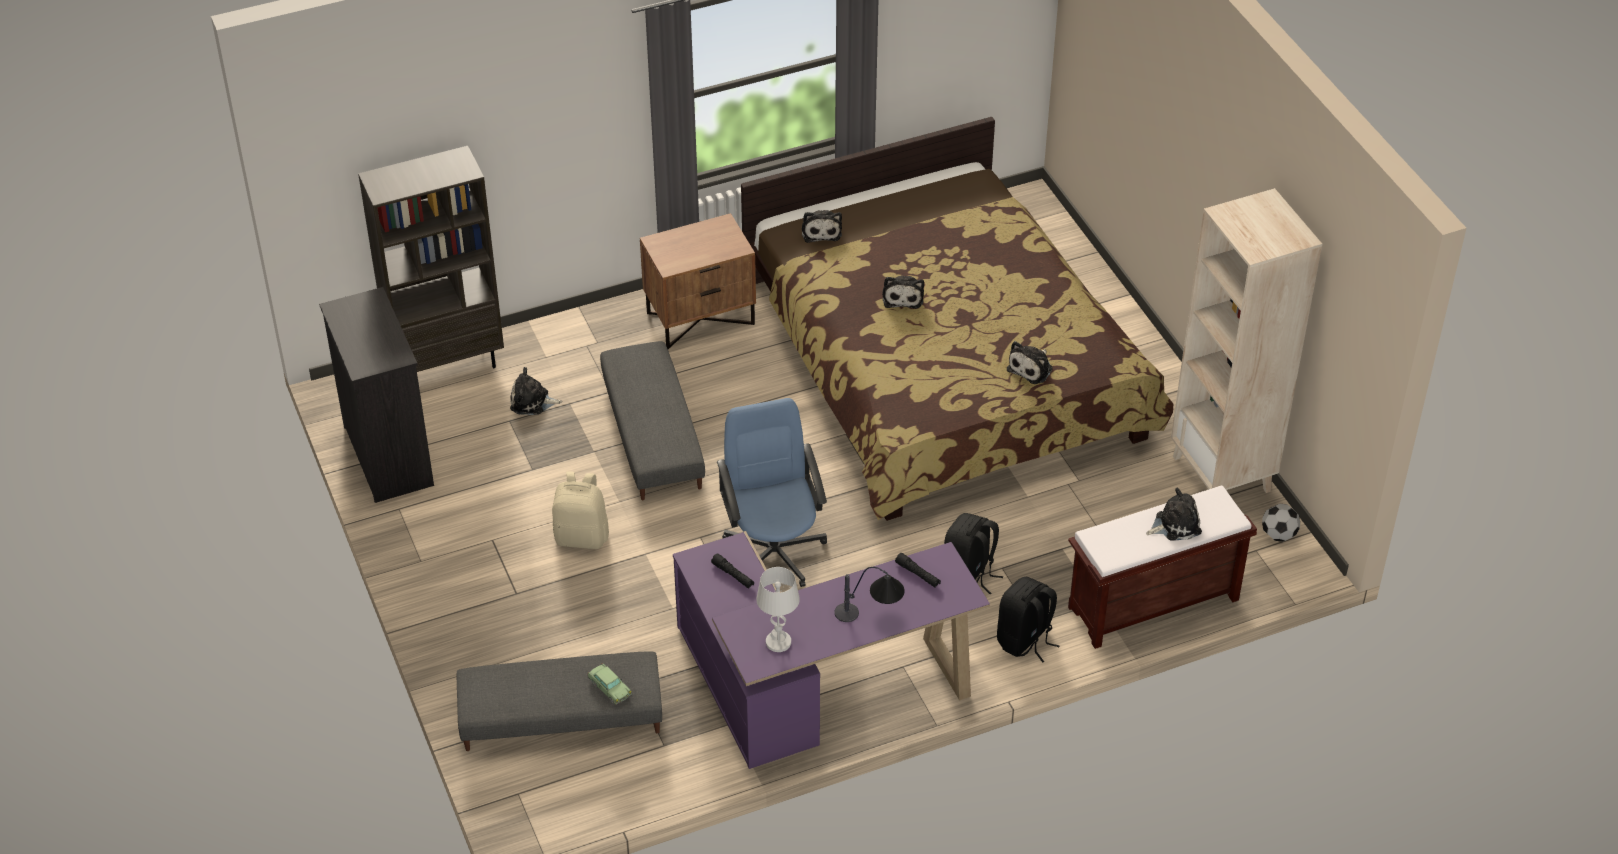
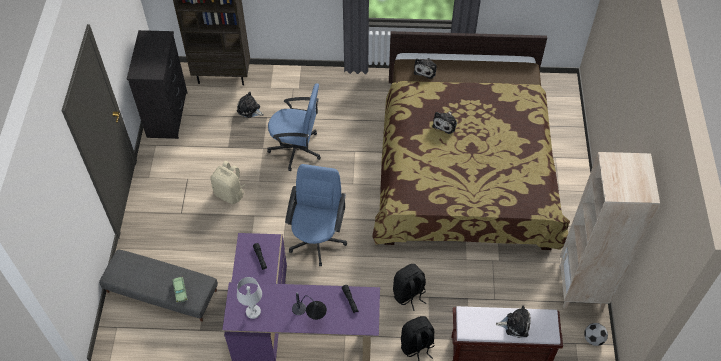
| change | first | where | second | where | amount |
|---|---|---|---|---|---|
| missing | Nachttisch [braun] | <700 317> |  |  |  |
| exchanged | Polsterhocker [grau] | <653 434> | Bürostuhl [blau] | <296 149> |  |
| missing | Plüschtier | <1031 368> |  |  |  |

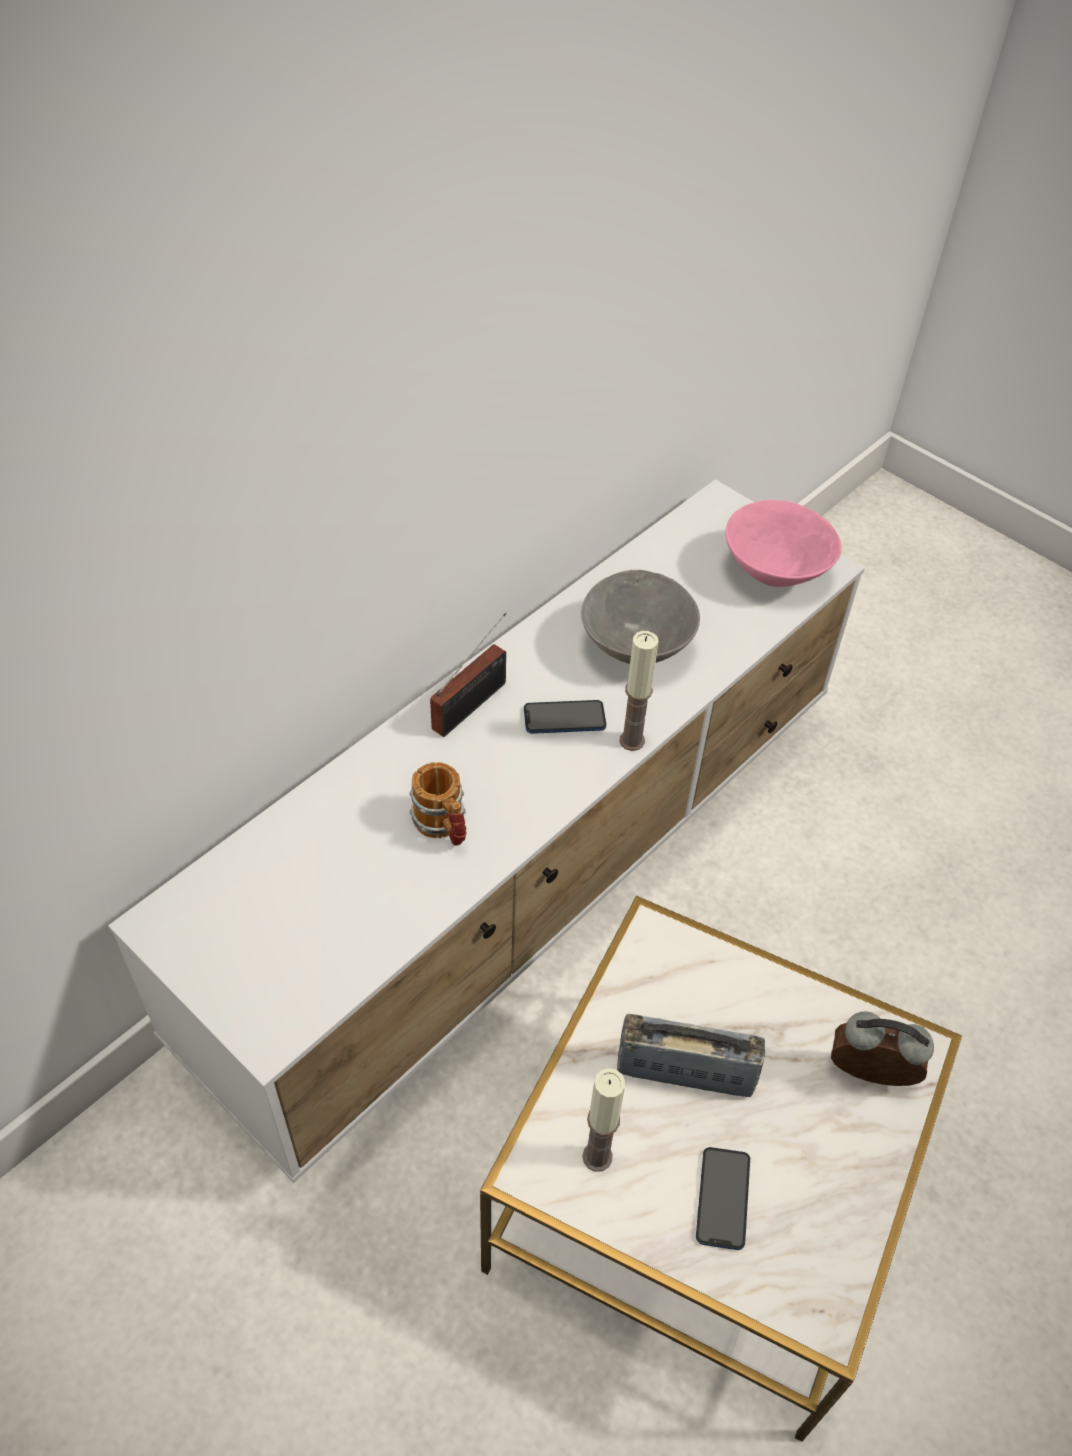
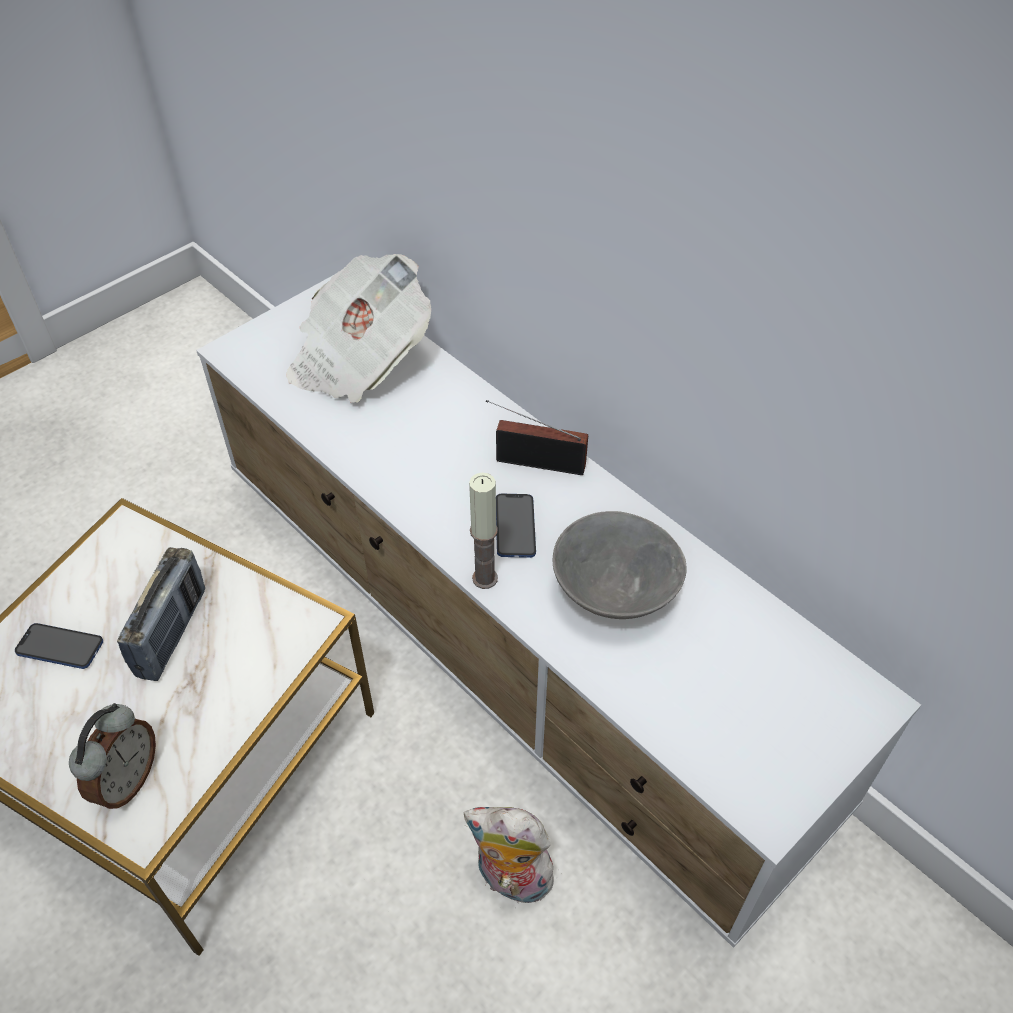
| change | first | where | second | where | amount |
|---|---|---|---|---|---|
| missing | Schüssel [rosa] | <775 573> |  |  |  |
| spun | Radio | <474 703> |  | <535 461> | 150 degrees clockwise |
| missing | Henkelbecher | <443 826> |  |  |  |
| missing | Kerze | <597 1157> |  |  |  |
| appeared |  |  | Zeitung | <359 358> |  |
| appeared |  |  | Plüschtier | <511 880> |  |

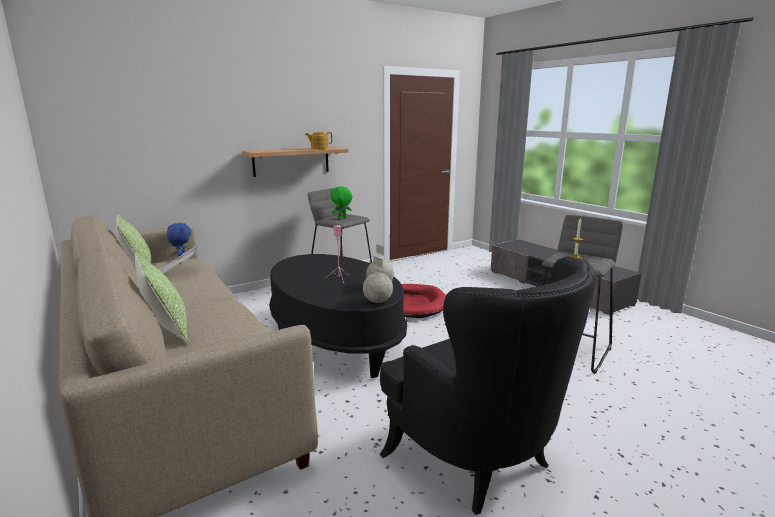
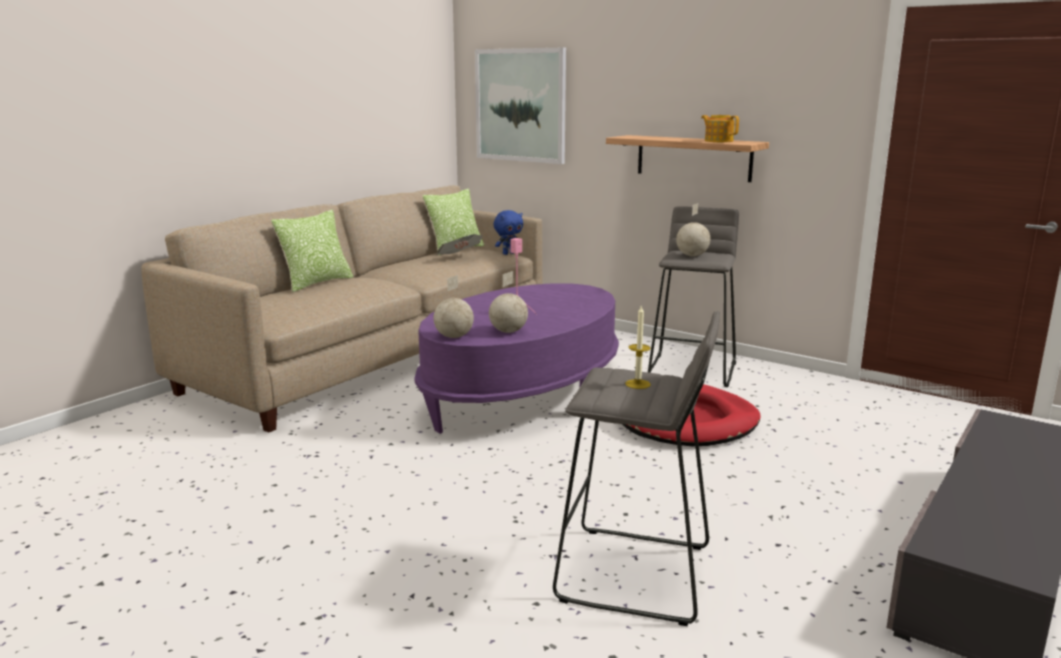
| change | first | where | second | where | amount |
|---|---|---|---|---|---|
| exchanged | Plüschtier [grün] | <342 218> | Globus | <691 256> |  |
| colour | Couchtisch [schwarz] | <335 339> | Couchtisch [lila] | <522 397> |  |
| missing | Sessel [schwarz] | <478 461> |  |  |  |
| appeared |  |  | Bild | <520 105> |  |

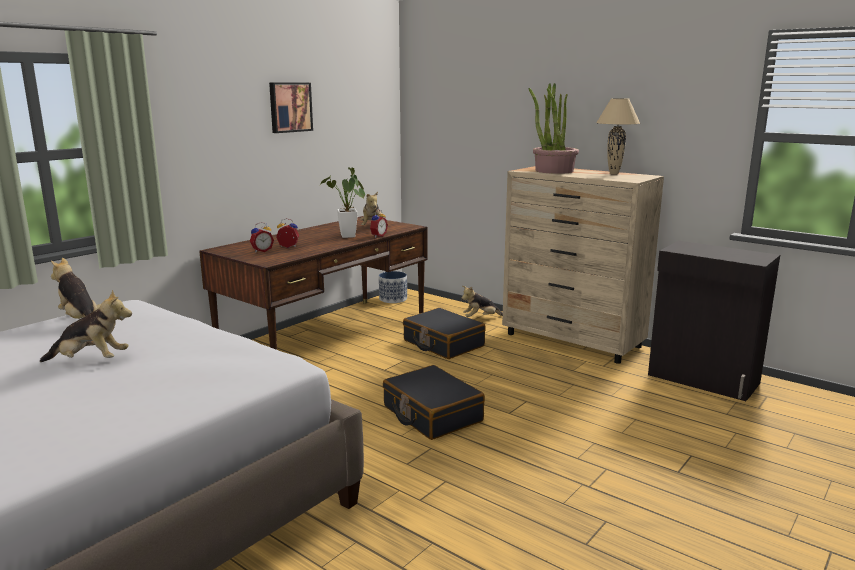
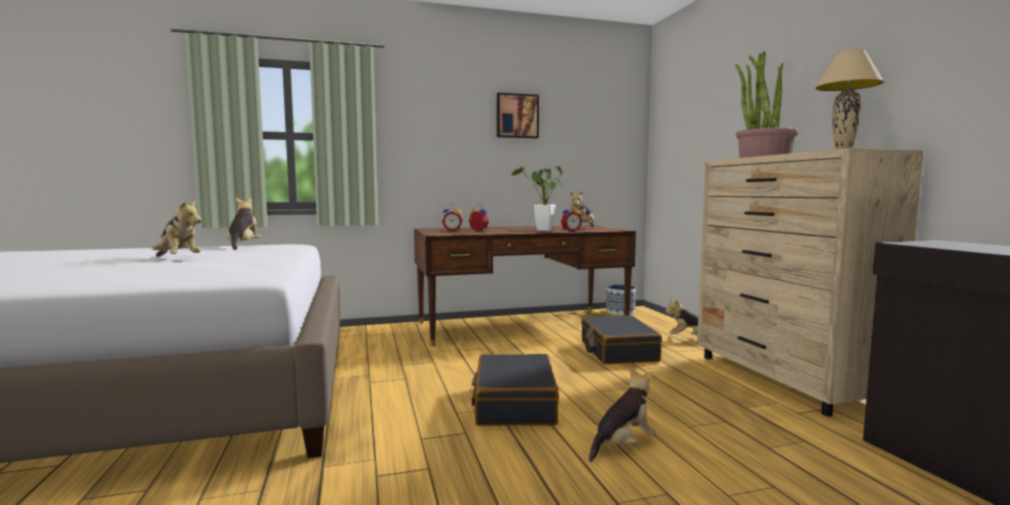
| change | first | where | second | where | amount |
|---|---|---|---|---|---|
| appeared |  |  | Plüschtier | <622 445> |  |

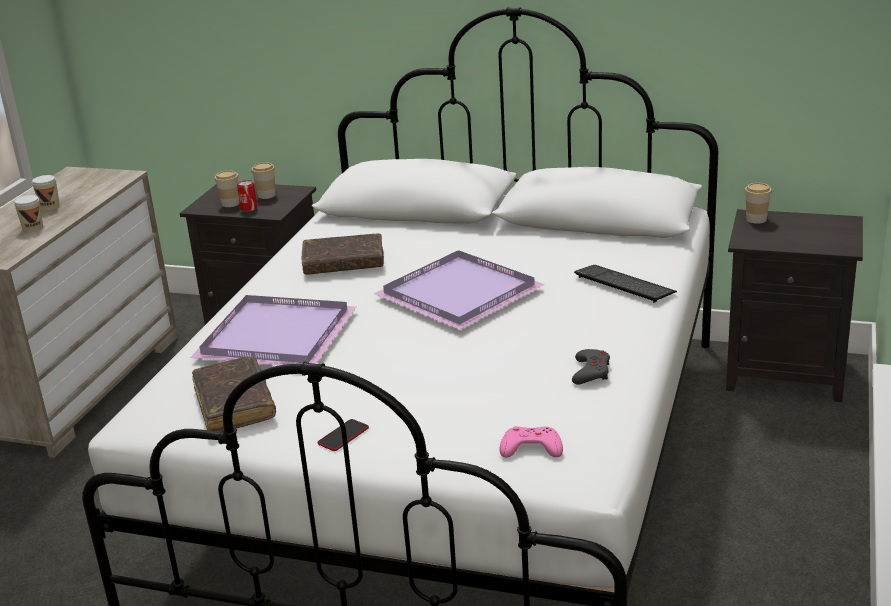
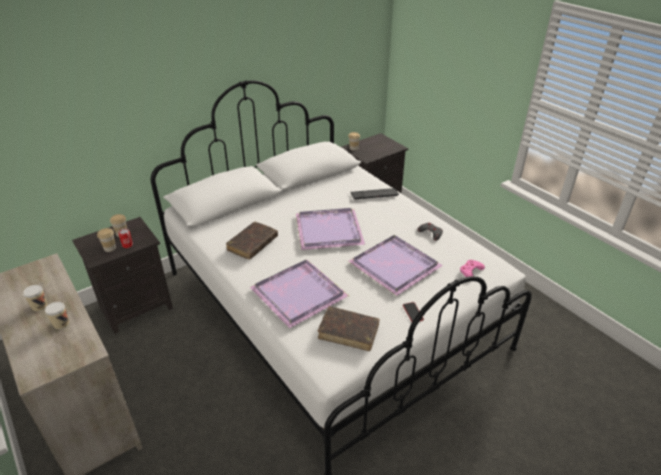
| change | first | where | second | where | amount |
|---|---|---|---|---|---|
| appeared |  |  | Tablett [lila] | <394 264> |  |

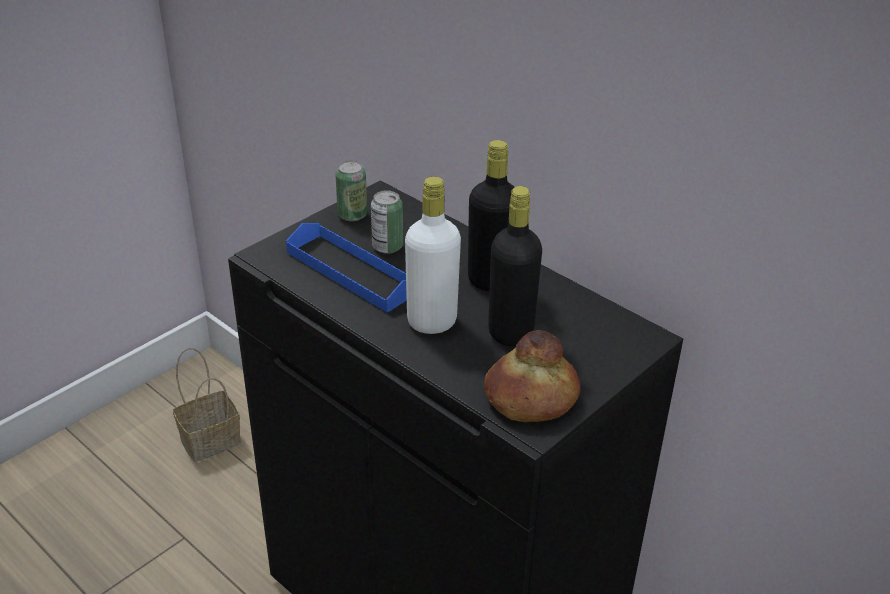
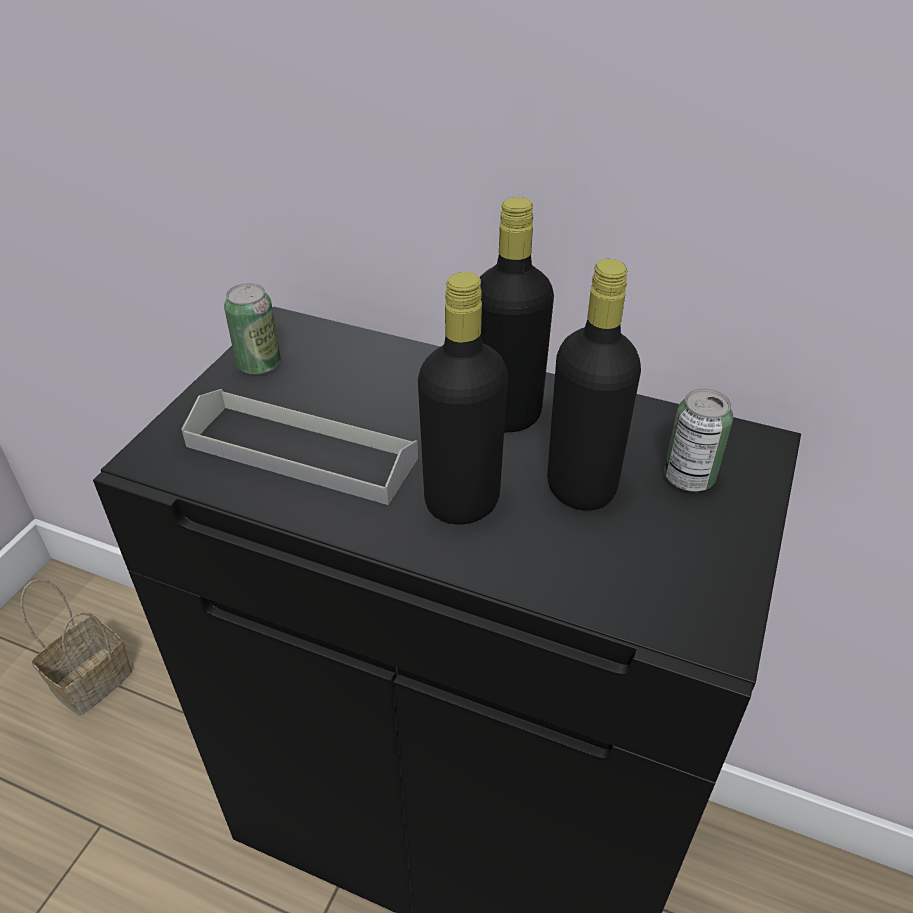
| change | first | where | second | where | amount |
|---|---|---|---|---|---|
| colour | Flasche [weiß] | <432 322> | Flasche [schwarz] | <462 502> |  |
| relocated | Dose | <387 247> |  | <689 478> |  |
| colour | Tablett [blau] | <351 272> | Tablett [grau] | <301 452> |  |
| missing | Brot | <531 398> |  |  |  |

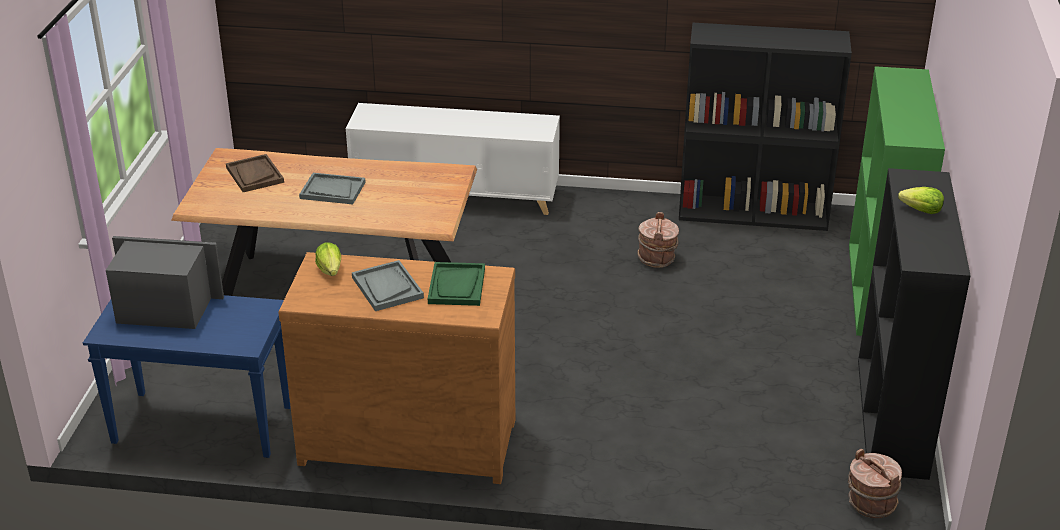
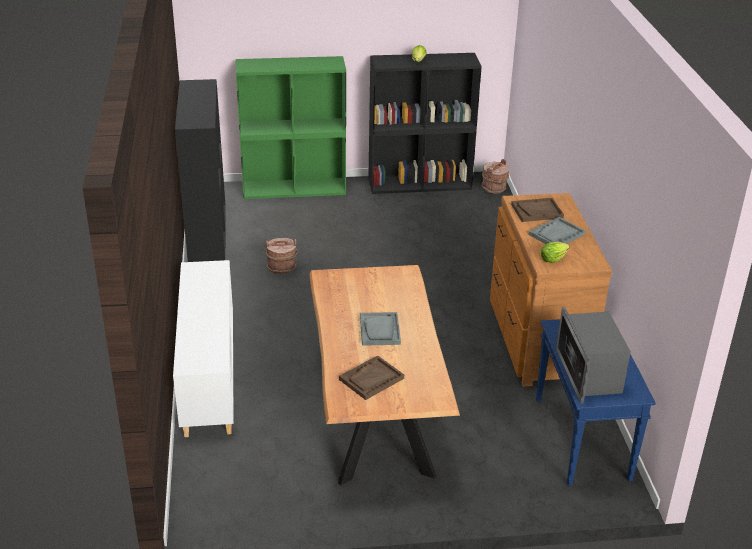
| change | first | where | second | where | amount |
|---|---|---|---|---|---|
| colour | Tablett [grün] | <457 286> | Tablett [braun] | <537 211> |  |

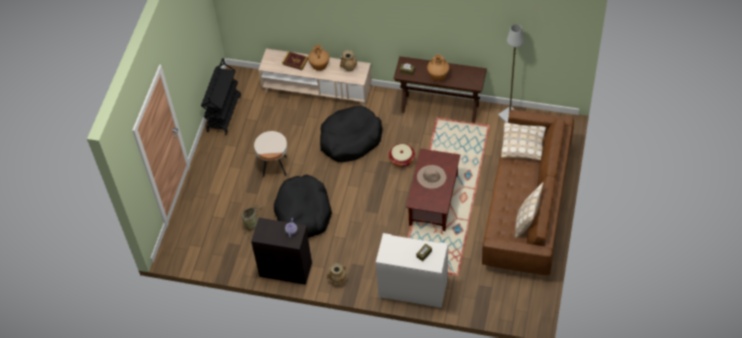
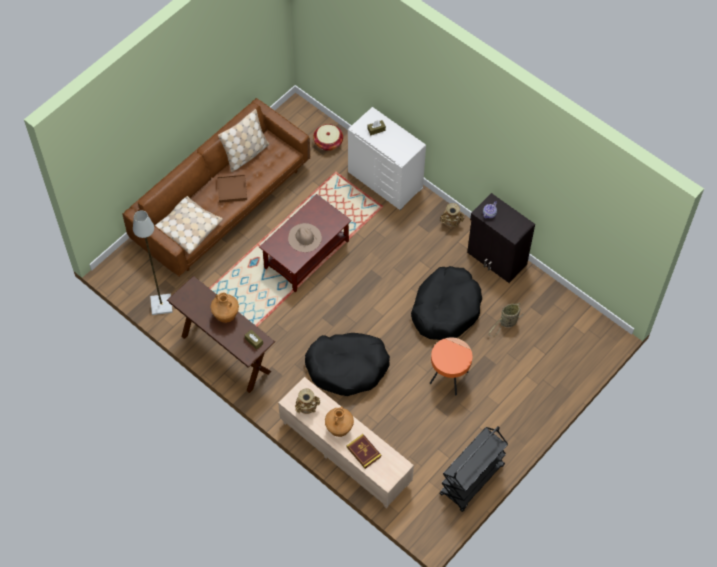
| change | first | where | second | where | amount |
|---|---|---|---|---|---|
| colour | Beistelltisch [beige] | <274 167> | Beistelltisch [orange] | <449 377> |  |
| relocated | Korb | <402 159> |  | <328 142> |  |
| appeared |  |  | Tablett [braun] | <232 189> |  |

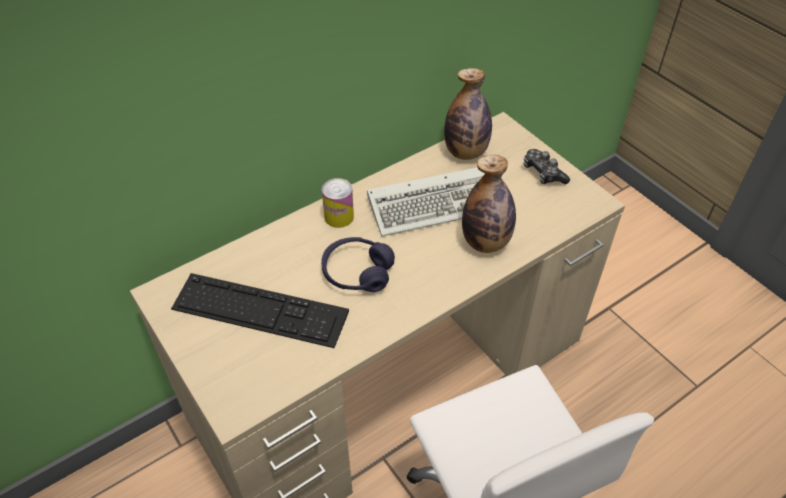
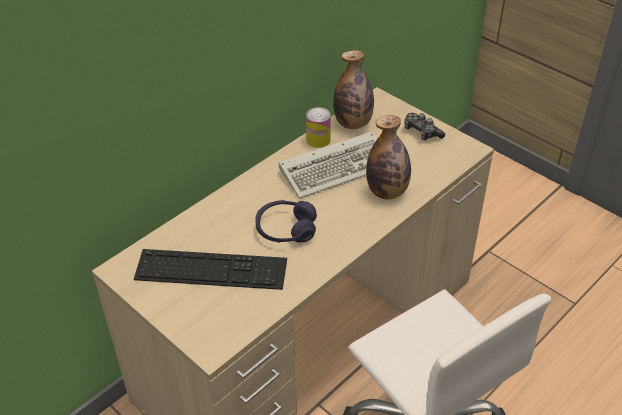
| change | first | where | second | where | amount |
|---|---|---|---|---|---|
| relocated | Dose | <339 217> |  | <318 140> |  |

